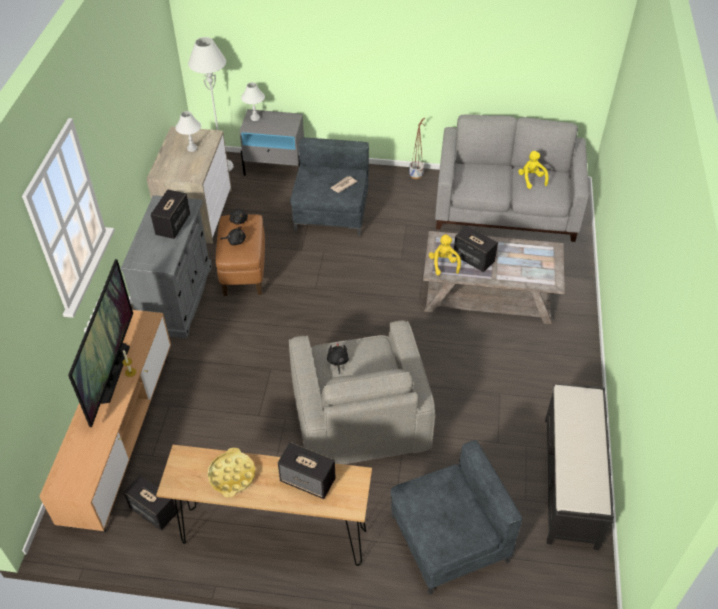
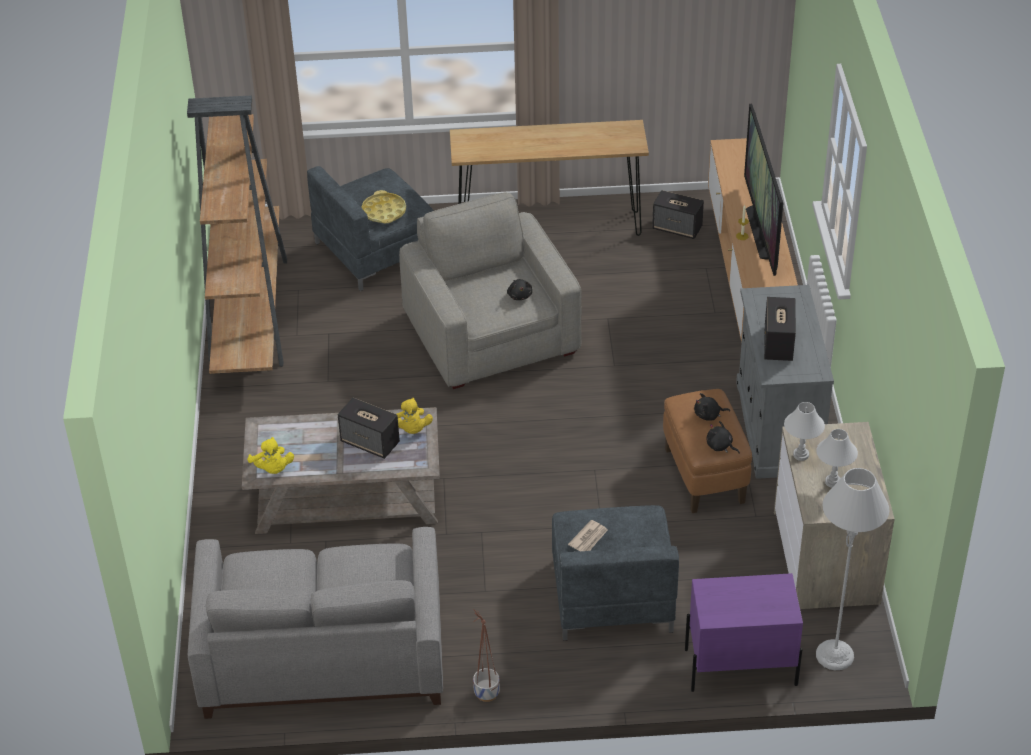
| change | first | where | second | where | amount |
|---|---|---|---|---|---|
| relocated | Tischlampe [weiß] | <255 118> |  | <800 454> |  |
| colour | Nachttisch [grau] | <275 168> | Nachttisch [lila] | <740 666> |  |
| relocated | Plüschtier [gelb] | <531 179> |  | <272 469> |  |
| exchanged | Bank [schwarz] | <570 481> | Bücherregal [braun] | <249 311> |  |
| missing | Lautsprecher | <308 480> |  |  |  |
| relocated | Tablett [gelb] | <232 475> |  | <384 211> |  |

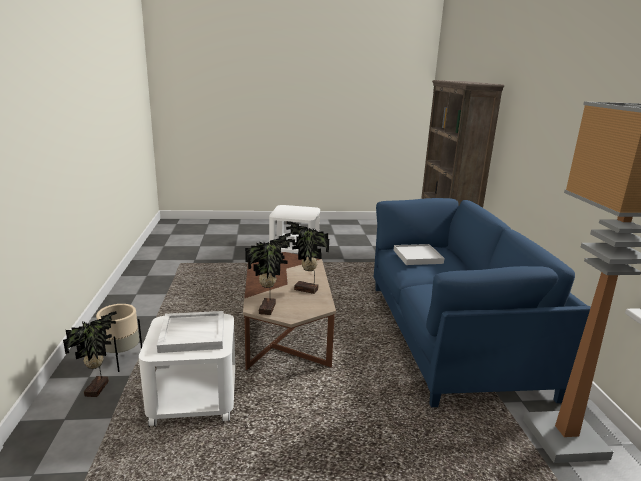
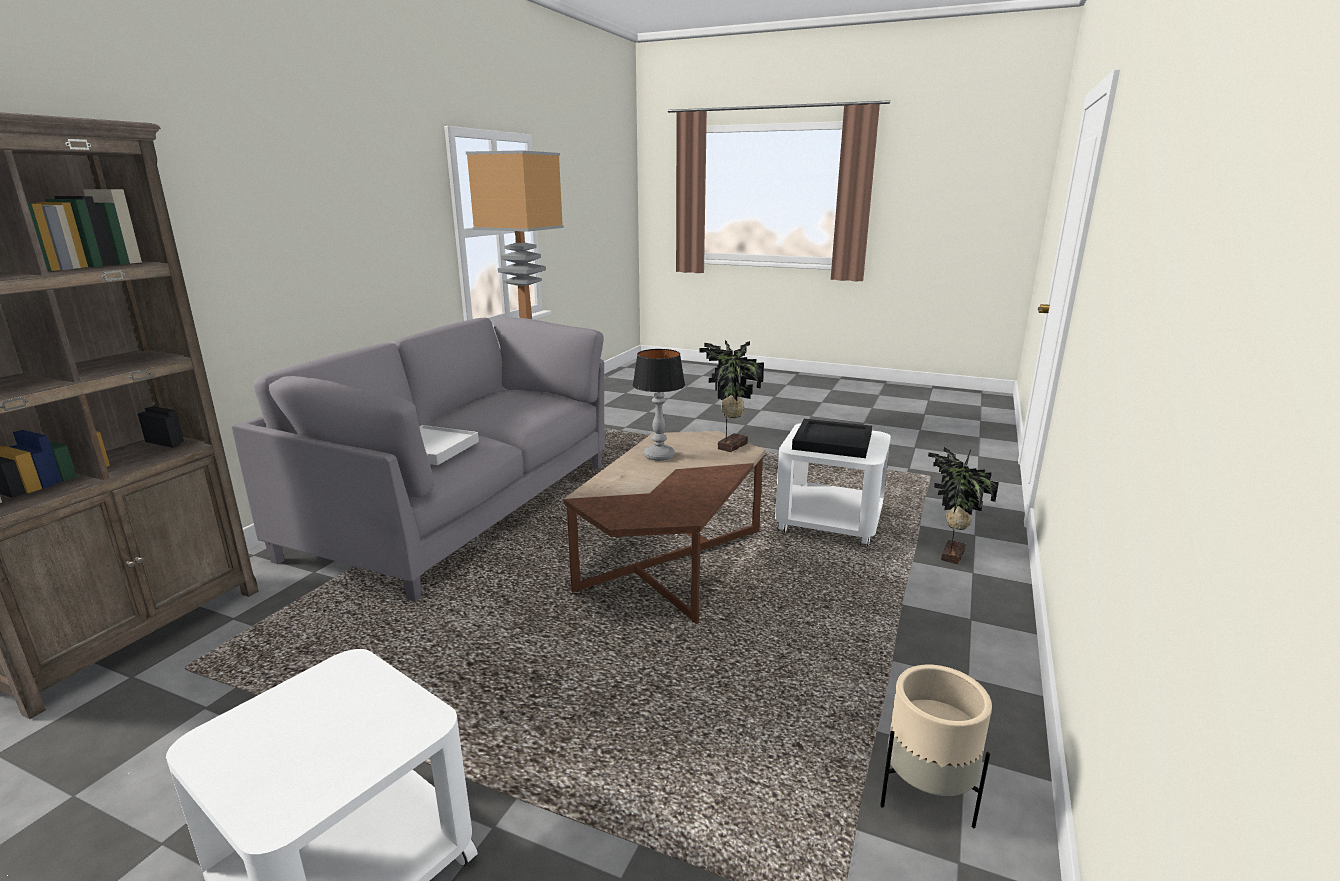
| change | first | where | second | where | amount |
|---|---|---|---|---|---|
| colour | Sofa [blau] | <449 336> | Sofa [grau] | <461 508> |  |
| exchanged | Topfpflanze | <306 290> | Tischlampe | <660 456> |  |
| relocated | Pflanzkübel [beige] | <122 359> |  | <926 797> |  |
| colour | Tablett [weiß] | <193 333> | Tablett [schwarz] | <831 442> |  |

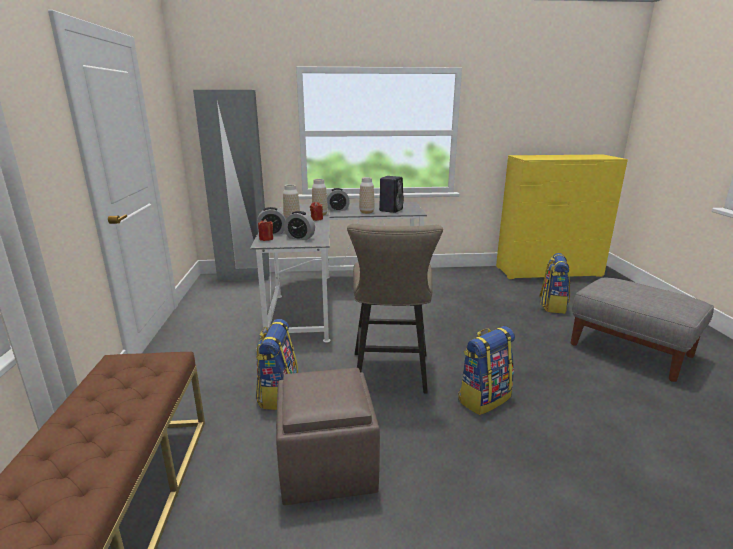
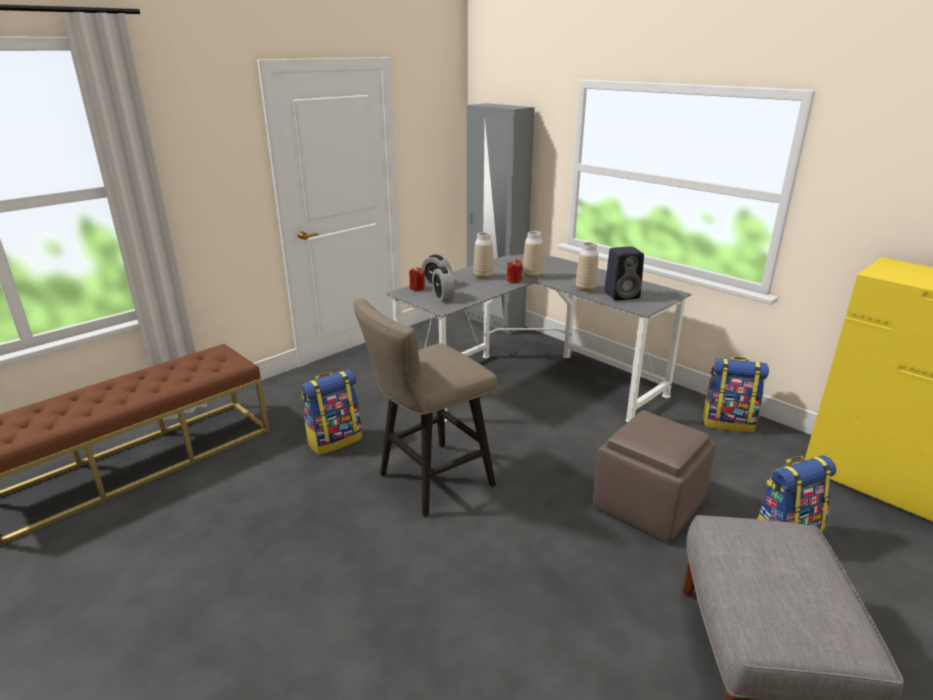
| change | first | where | second | where | amount |
|---|---|---|---|---|---|
| missing | Wecker | <337 209> |  |  |  |
| relocated | Rucksack | <483 398> |  | <728 422> |  |
| relocated | Polsterhocker [braun] | <326 465> |  | <647 504> |  |

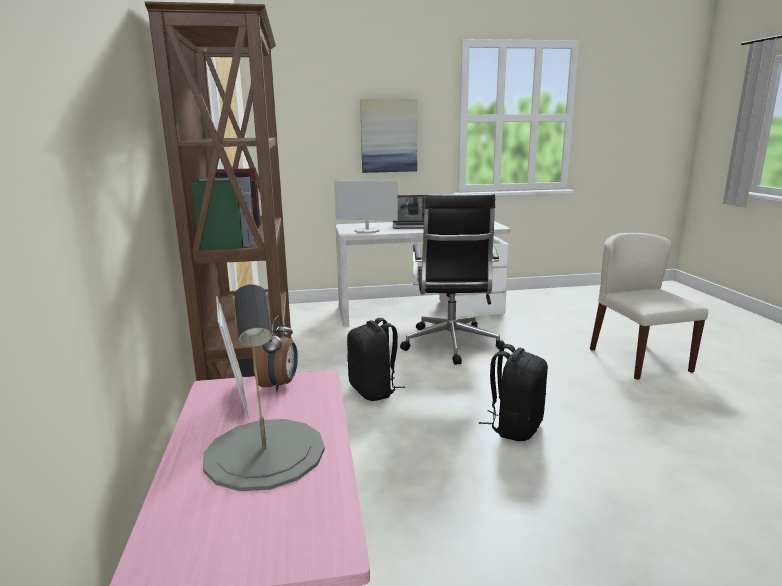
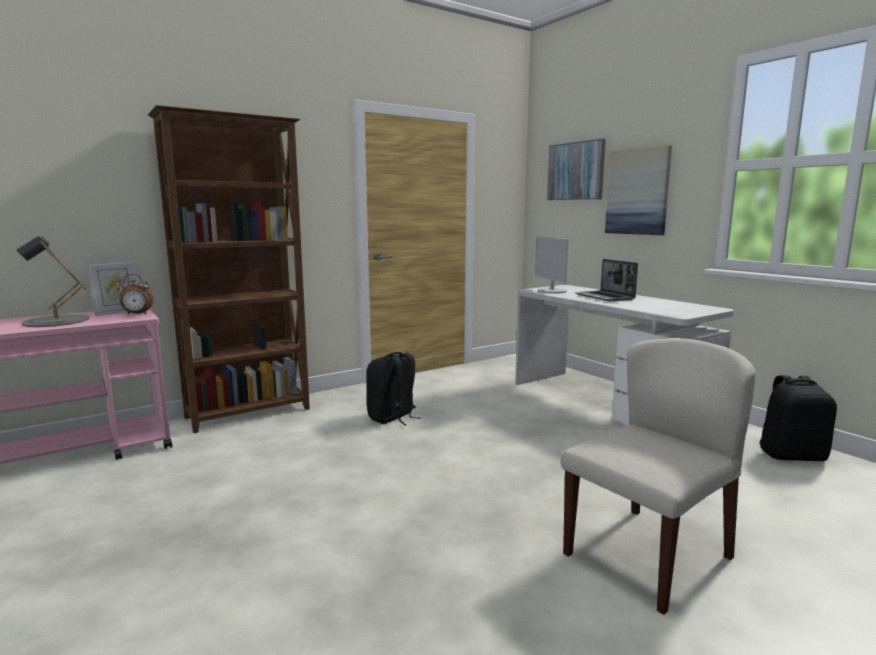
| change | first | where | second | where | amount |
|---|---|---|---|---|---|
| missing | Bürostuhl [schwarz] | <451 345> |  |  |  |
| relocated | Rucksack [schwarz] | <515 427> |  | <792 455> |  |
| appeared |  |  | Bild | <576 171> |  |

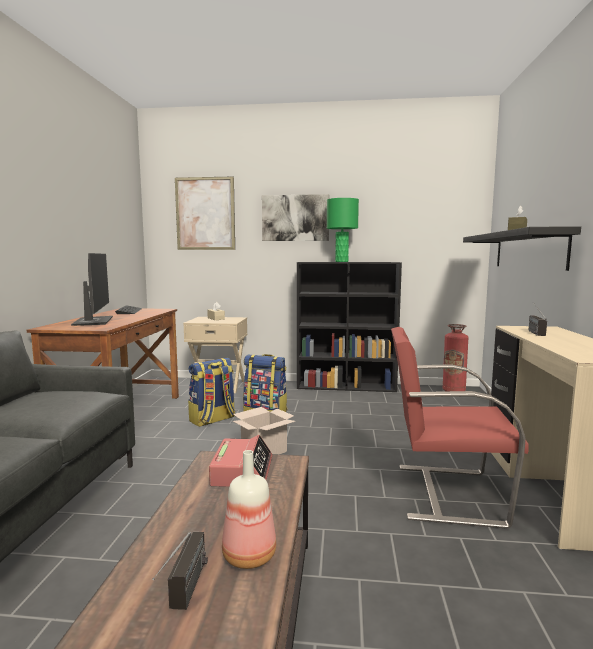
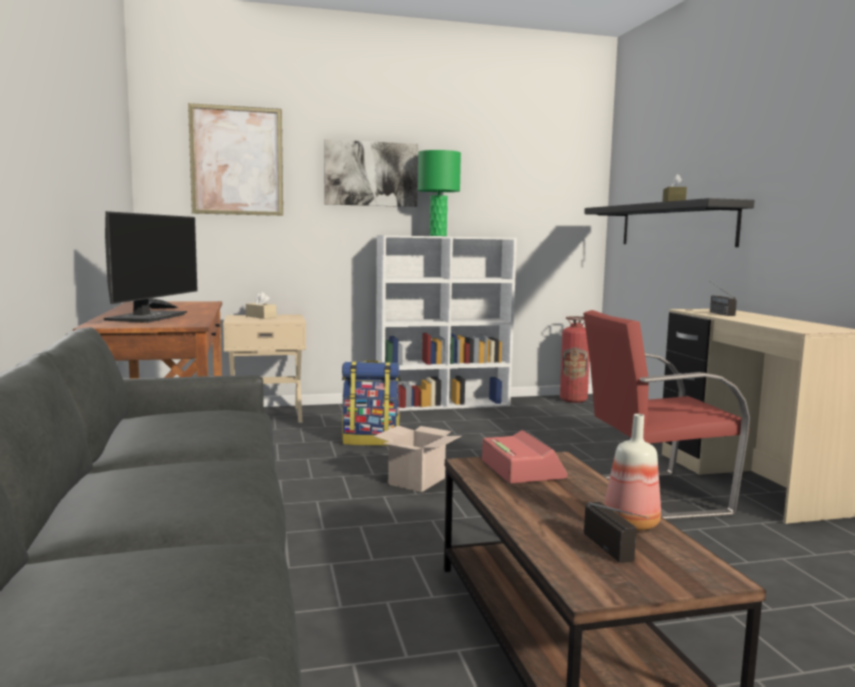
| change | first | where | second | where | amount |
|---|---|---|---|---|---|
| spun | Monitor | <93 321> |  | <148 317> | 45 degrees clockwise |
| colour | Bücherregal [schwarz] | <347 386> | Bücherregal [weiß] | <444 404> |  |
| missing | Rucksack | <212 420> |  |  |  |

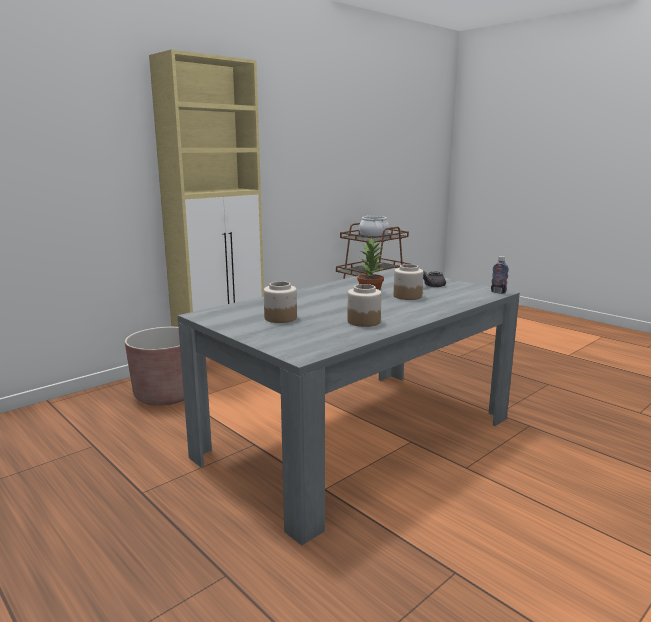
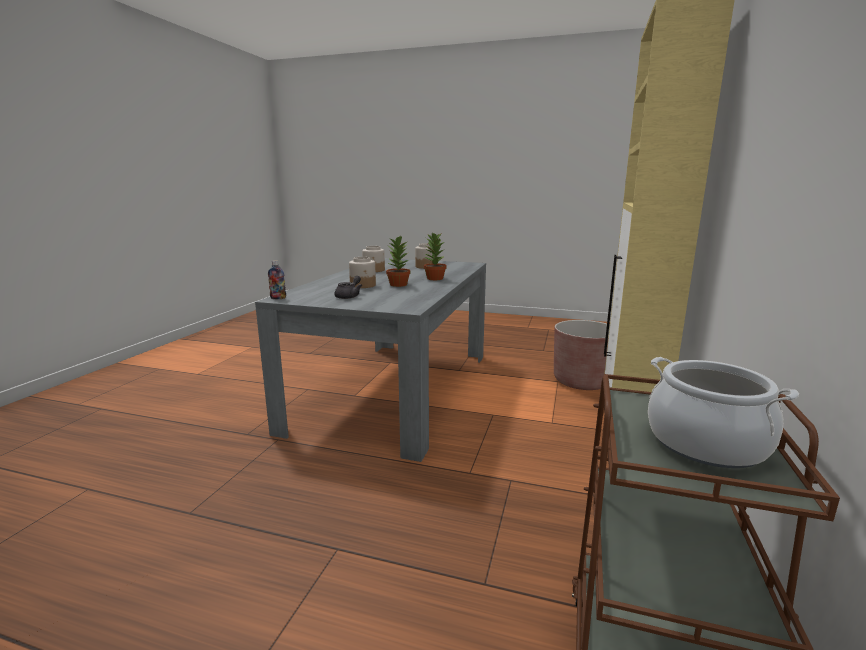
| change | first | where | second | where | amount |
|---|---|---|---|---|---|
| appeared |  |  | Topfpflanze | <434 278> |  |

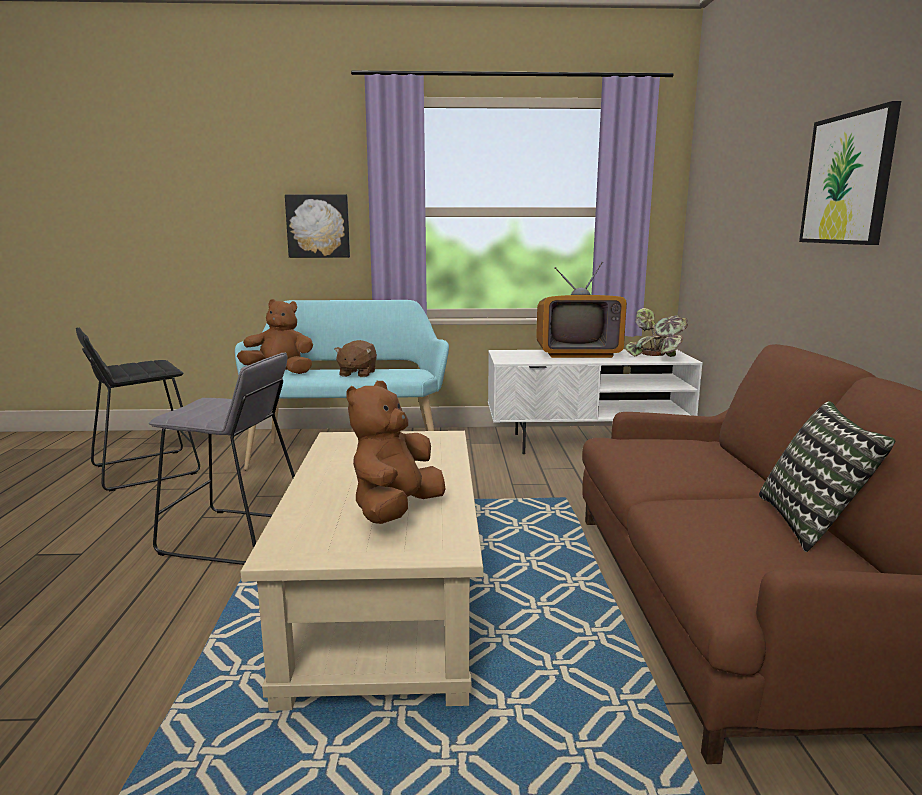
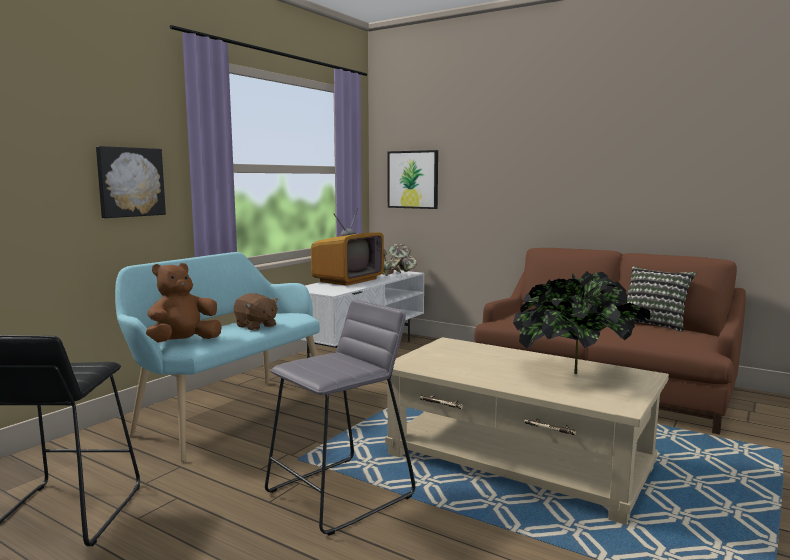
| change | first | where | second | where | amount |
|---|---|---|---|---|---|
| relocated | Bild | <848 179> |  | <413 179> |  |
| exchanged | Plüschtier [braun] | <395 511> | Topfpflanze | <577 374> |  |

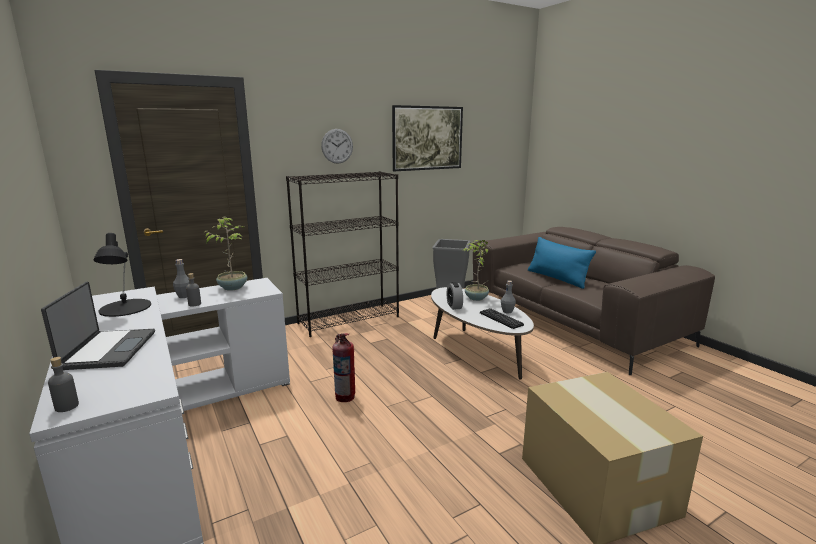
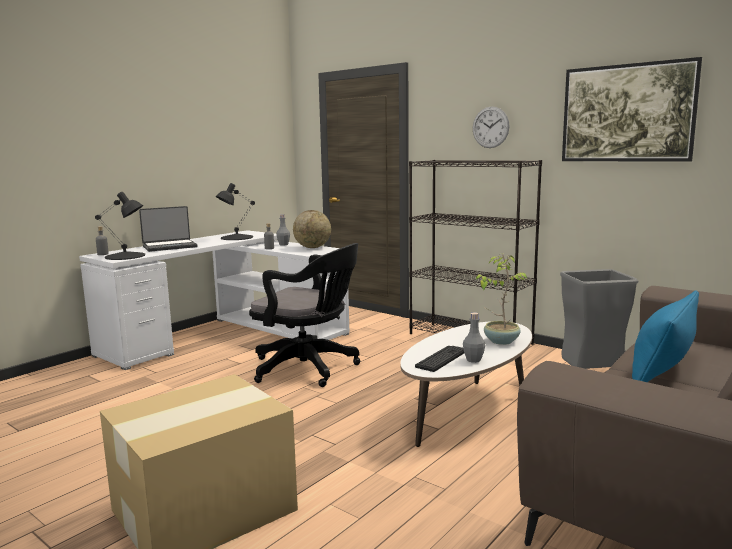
| change | first | where | second | where | amount |
|---|---|---|---|---|---|
| exchanged | Topfpflanze | <233 287> | Globus | <312 247> |  |
| missing | Wecker | <454 306> |  |  |  |
| exchanged | Feuerlöscher | <345 396> | Bürostuhl [schwarz] | <309 369> |  |
| appeared |  |  | Tischlampe [schwarz] | <125 256> |  |

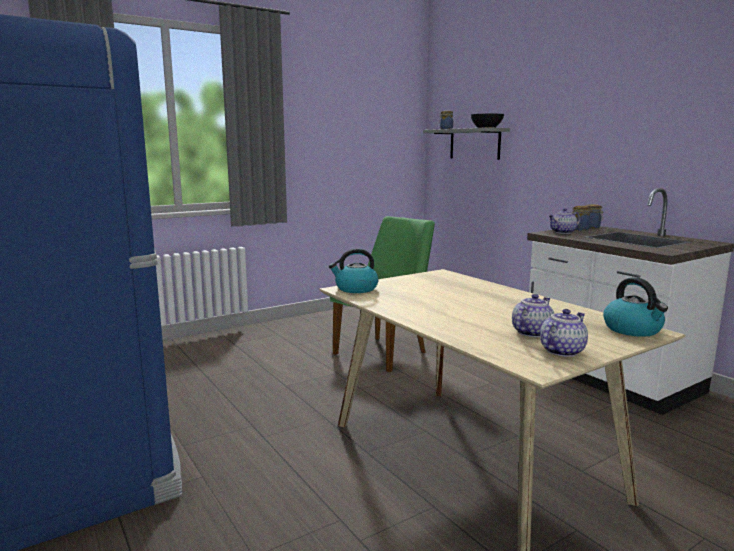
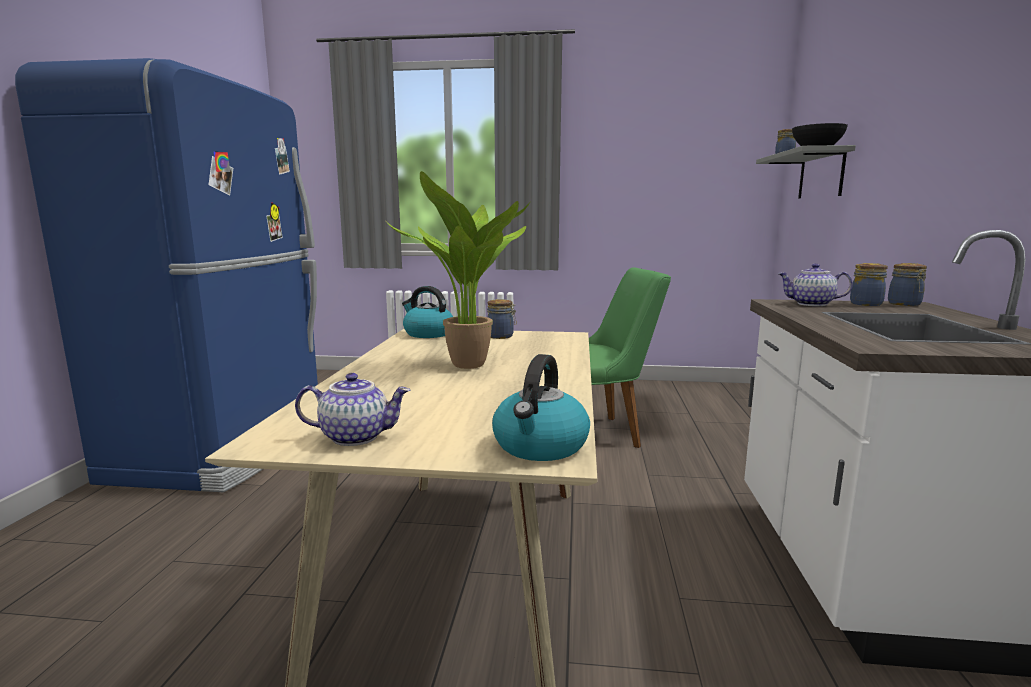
| change | first | where | second | where | amount |
|---|---|---|---|---|---|
| missing | Teekanne | <531 332> |  |  |  |
| appeared |  |  | Topfpflanze | <472 366> |  |
| appeared |  |  | Vorratsglas | <501 336> |  |

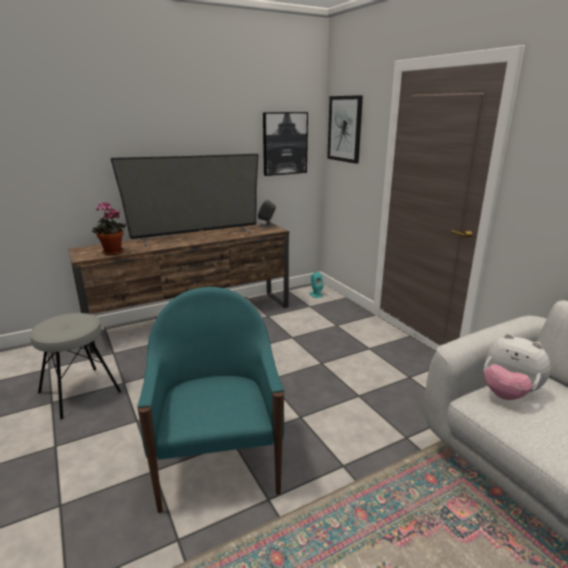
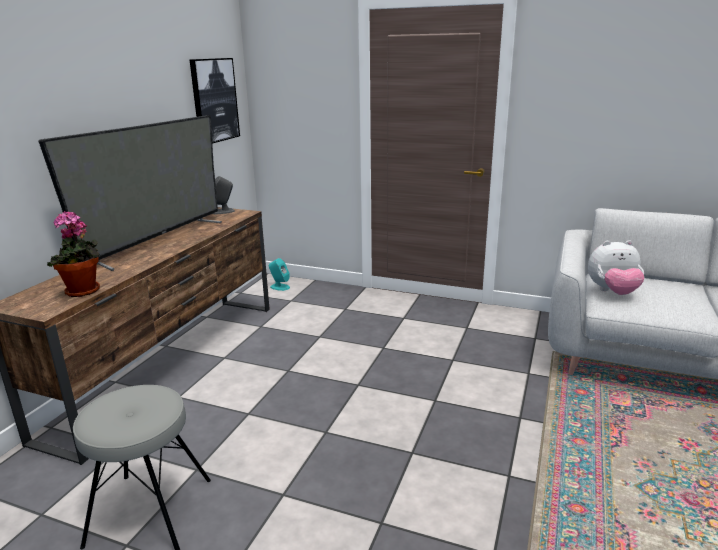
| change | first | where | second | where | amount |
|---|---|---|---|---|---|
| missing | Bild | <345 129> |  |  |  |
| missing | Sessel [türkis] | <218 461> |  |  |  |

